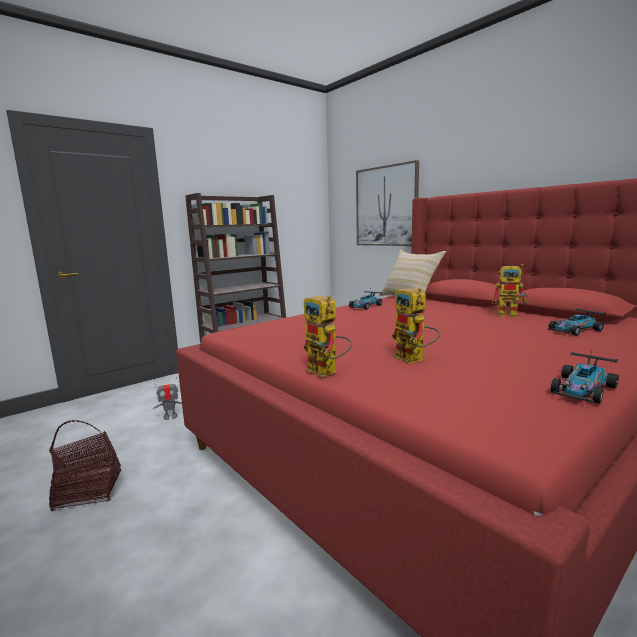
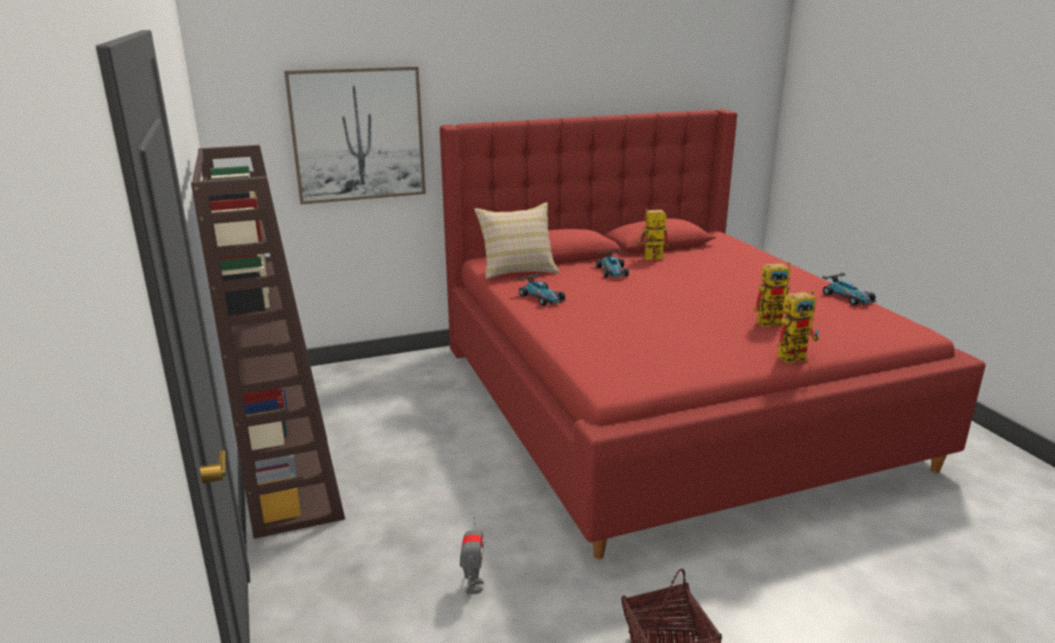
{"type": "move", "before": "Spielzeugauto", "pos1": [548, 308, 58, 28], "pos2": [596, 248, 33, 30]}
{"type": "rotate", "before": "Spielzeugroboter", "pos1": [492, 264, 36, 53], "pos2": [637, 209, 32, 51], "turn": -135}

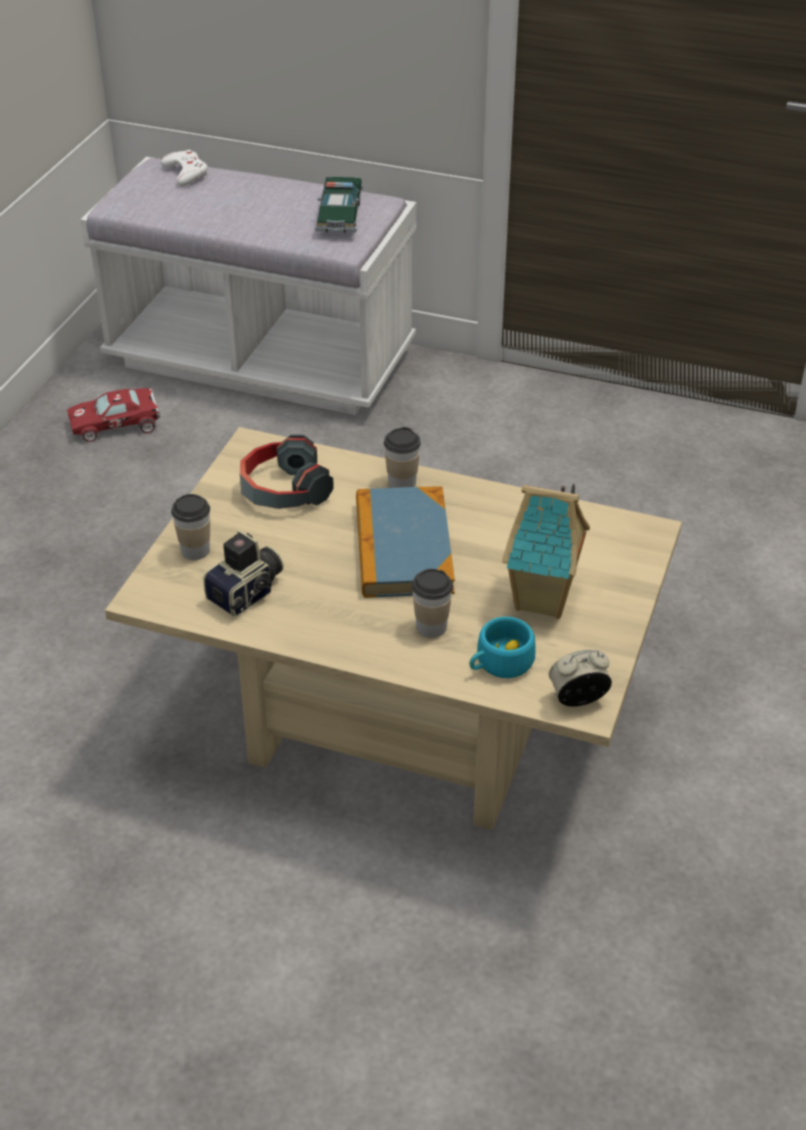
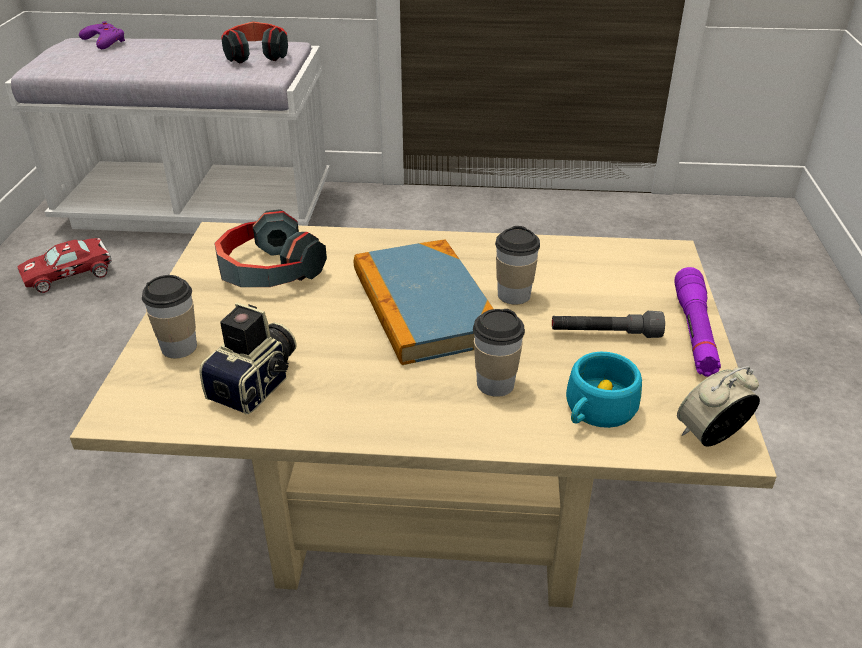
{"type": "recolor", "before": "Gamepad (weiß)", "after": "Gamepad (lila)", "pos1": [161, 150, 46, 36], "pos2": [79, 21, 46, 28]}
{"type": "replace", "before": "Spielzeugauto", "after": "Kopfhörer", "pos1": [315, 177, 49, 56], "pos2": [221, 21, 67, 43]}
{"type": "move", "before": "Tasse", "pos1": [384, 427, 37, 61], "pos2": [495, 226, 45, 78]}
{"type": "replace", "before": "Spielzeughaus", "after": "Taschenlampe (grau)", "pos1": [502, 484, 88, 135], "pos2": [552, 311, 113, 27]}
{"type": "insert", "after": "Taschenlampe (lila)", "pos2": [674, 267, 47, 110]}

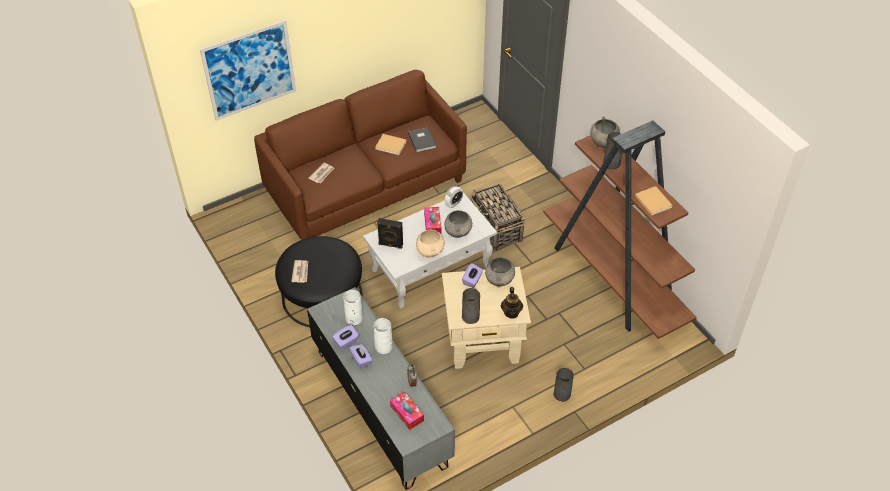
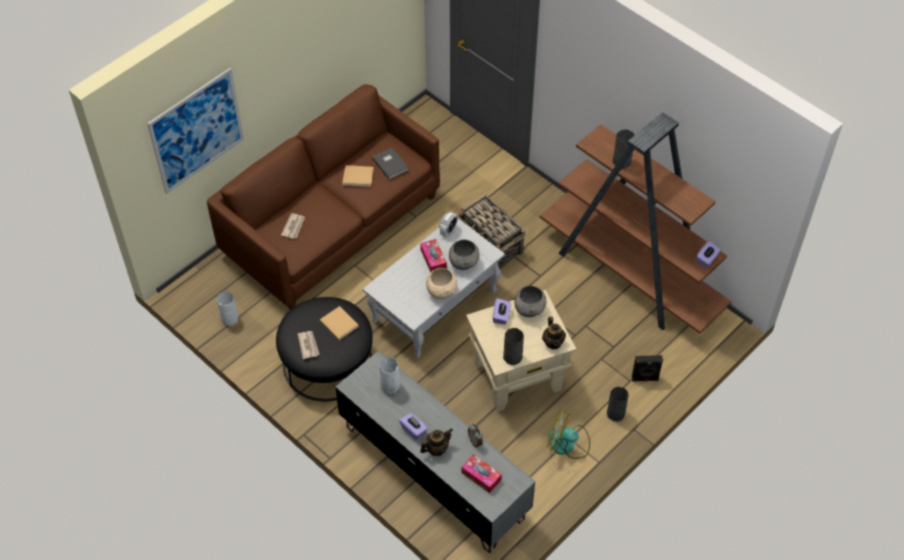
{"type": "move", "before": "Vase (weiß)", "pos1": [373, 318, 20, 36], "pos2": [217, 292, 22, 34]}
{"type": "move", "before": "Buch (beige)", "pos1": [635, 186, 37, 30], "pos2": [320, 306, 39, 34]}
{"type": "insert", "after": "Teekanne", "pos2": [420, 428, 33, 28]}
{"type": "insert", "after": "Ventilator", "pos2": [546, 410, 44, 49]}
{"type": "move", "before": "Lautsprecher (schwarz)", "pos1": [377, 218, 26, 31], "pos2": [632, 355, 31, 27]}
{"type": "move", "before": "Taschentuchbox (lila)", "pos1": [332, 325, 27, 24], "pos2": [696, 241, 24, 27]}
{"type": "delete", "before": "Schüssel (grau)", "pos1": [590, 116, 30, 32]}

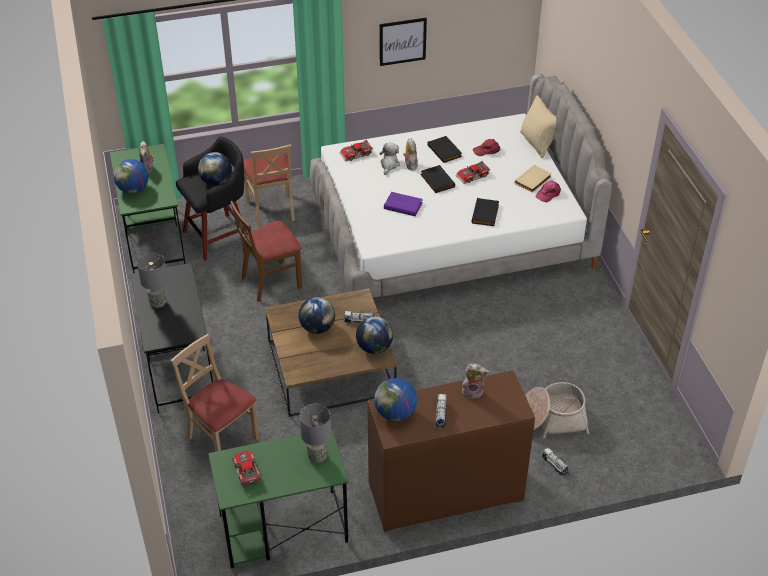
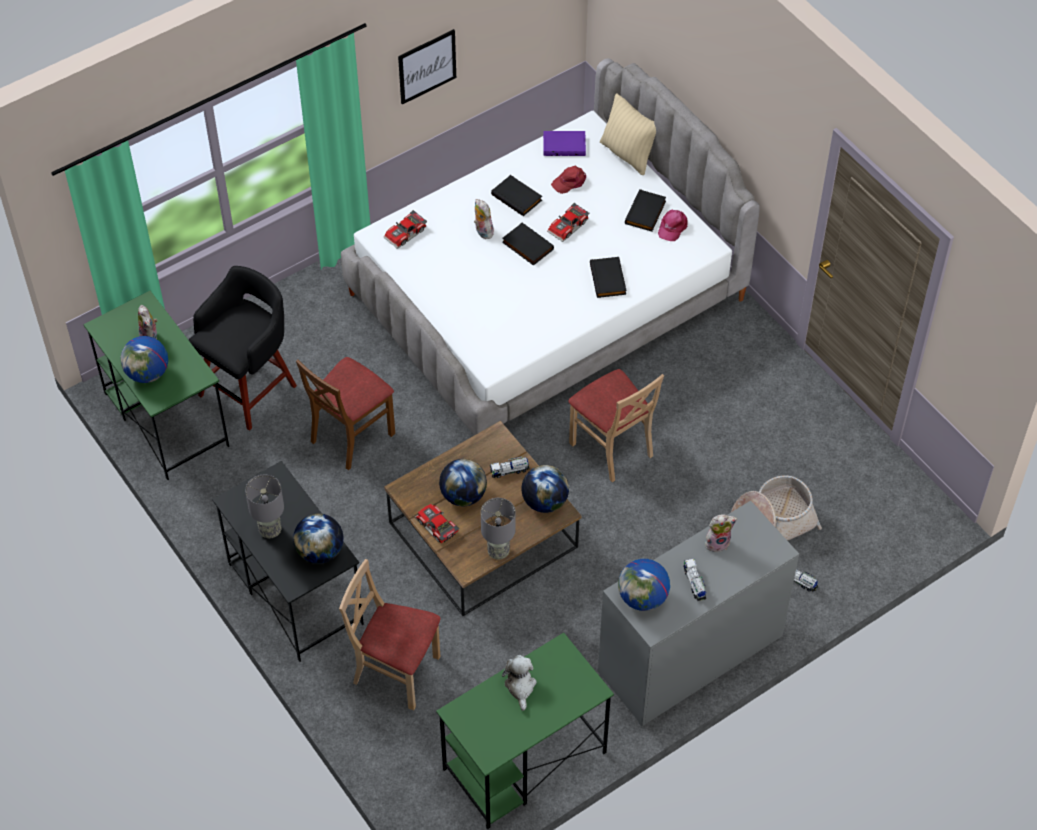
{"type": "move", "before": "Globus", "pos1": [198, 152, 34, 34], "pos2": [293, 513, 51, 51]}
{"type": "move", "before": "Spielzeugauto", "pos1": [232, 450, 29, 35], "pos2": [415, 504, 44, 39]}
{"type": "move", "before": "Tischlampe (grau)", "pos1": [299, 404, 32, 59], "pos2": [481, 498, 35, 61]}
{"type": "move", "before": "Plüschtier", "pos1": [379, 143, 21, 32], "pos2": [502, 655, 35, 56]}
{"type": "move", "before": "Buch (lila)", "pos1": [384, 192, 39, 25], "pos2": [543, 131, 43, 25]}
{"type": "move", "before": "Stuhl (beige)", "pos1": [243, 144, 52, 84], "pos2": [568, 369, 96, 113]}
{"type": "recolor", "before": "Kommode (braun)", "after": "Kommode (grau)", "pos1": [367, 370, 168, 162], "pos2": [598, 501, 201, 225]}
{"type": "recolor", "before": "Buch (beige)", "after": "Buch (schwarz)", "pos1": [514, 164, 38, 29], "pos2": [625, 189, 41, 42]}

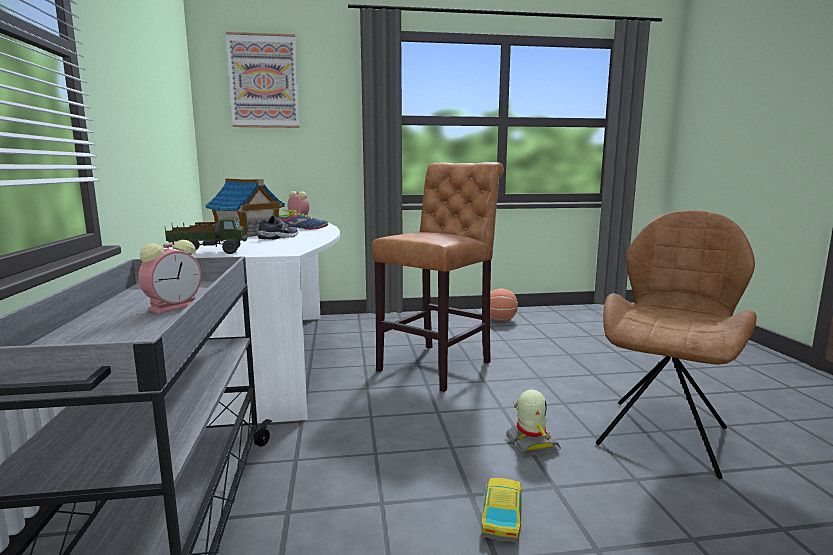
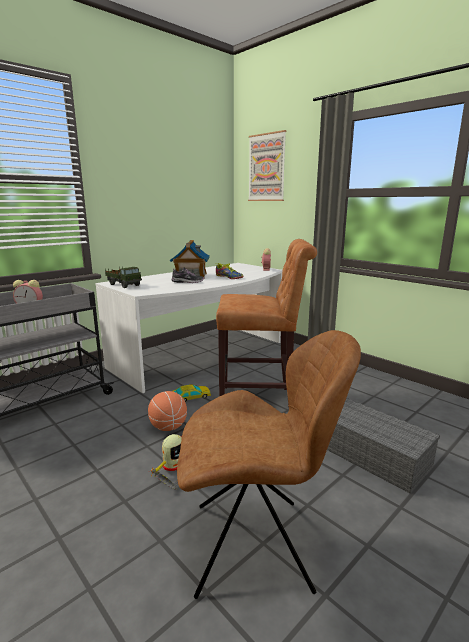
{"type": "move", "before": "Basketball", "pos1": [490, 289, 28, 32], "pos2": [148, 391, 39, 40]}
{"type": "move", "before": "Spielzeugauto", "pos1": [481, 478, 41, 64], "pos2": [173, 384, 38, 18]}
{"type": "insert", "after": "Aufbewahrungsbox (grau)", "pos2": [327, 398, 113, 95]}

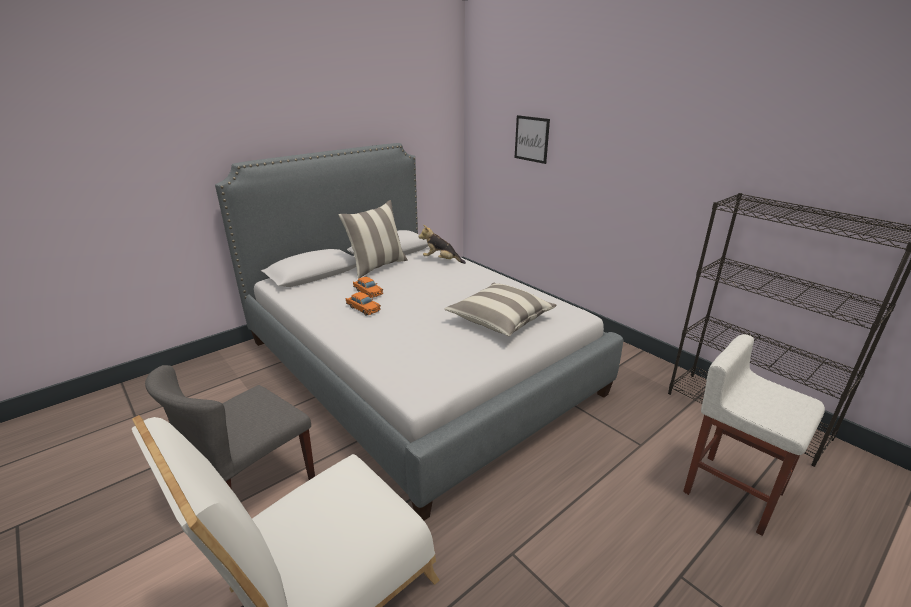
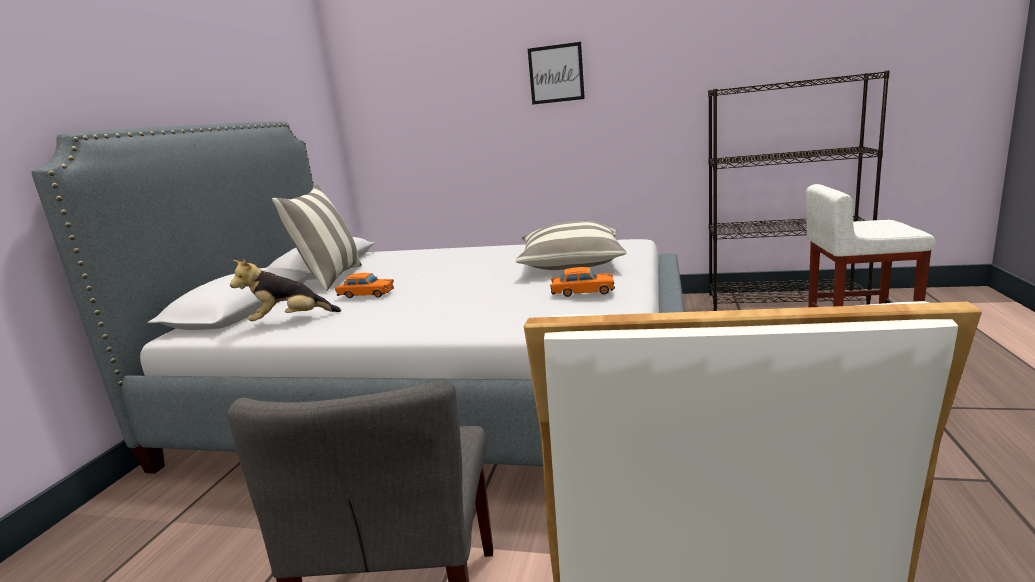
{"type": "move", "before": "Plüschtier", "pos1": [418, 225, 48, 39], "pos2": [230, 259, 111, 62]}
{"type": "move", "before": "Bild", "pos1": [515, 115, 35, 49], "pos2": [528, 42, 57, 63]}
{"type": "move", "before": "Spielzeugauto (orange)", "pos1": [346, 292, 35, 24], "pos2": [550, 267, 65, 30]}

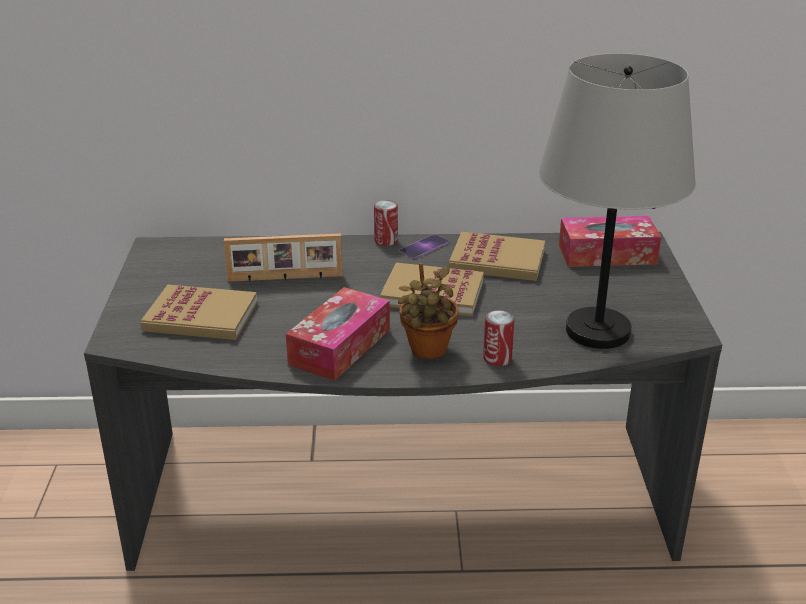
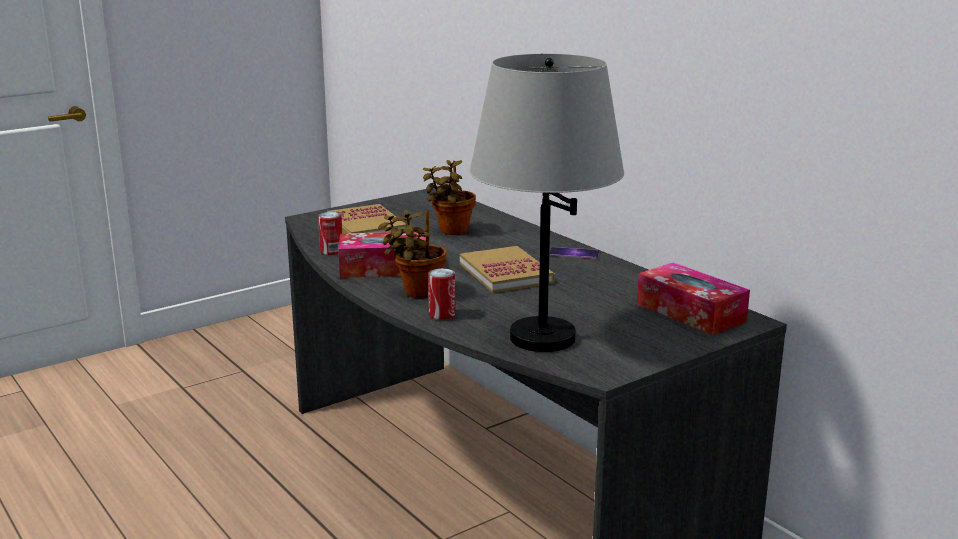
{"type": "move", "before": "Dose", "pos1": [374, 200, 24, 46], "pos2": [318, 212, 24, 43]}
{"type": "replace", "before": "Bilderrahmen", "after": "Topfpflanze", "pos1": [224, 233, 119, 49], "pos2": [423, 160, 53, 75]}
{"type": "delete", "before": "Buch", "pos1": [449, 232, 96, 49]}

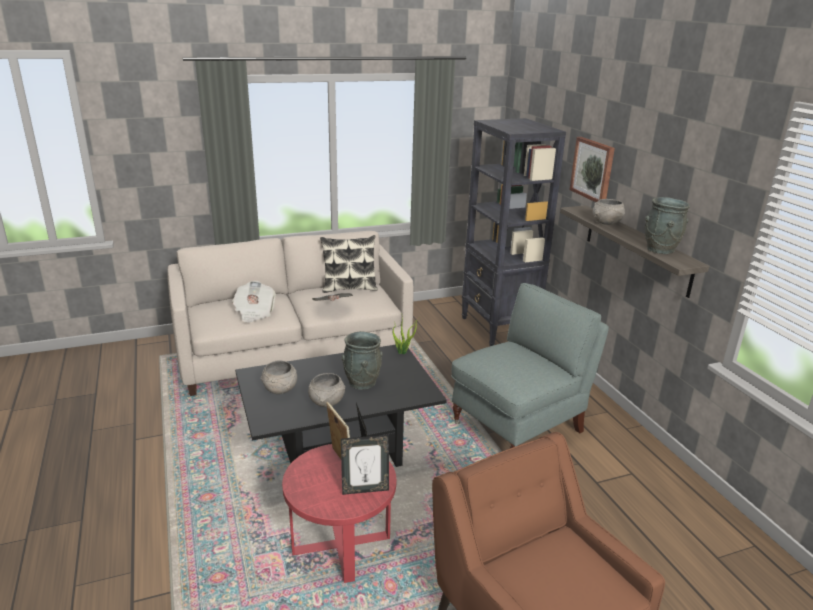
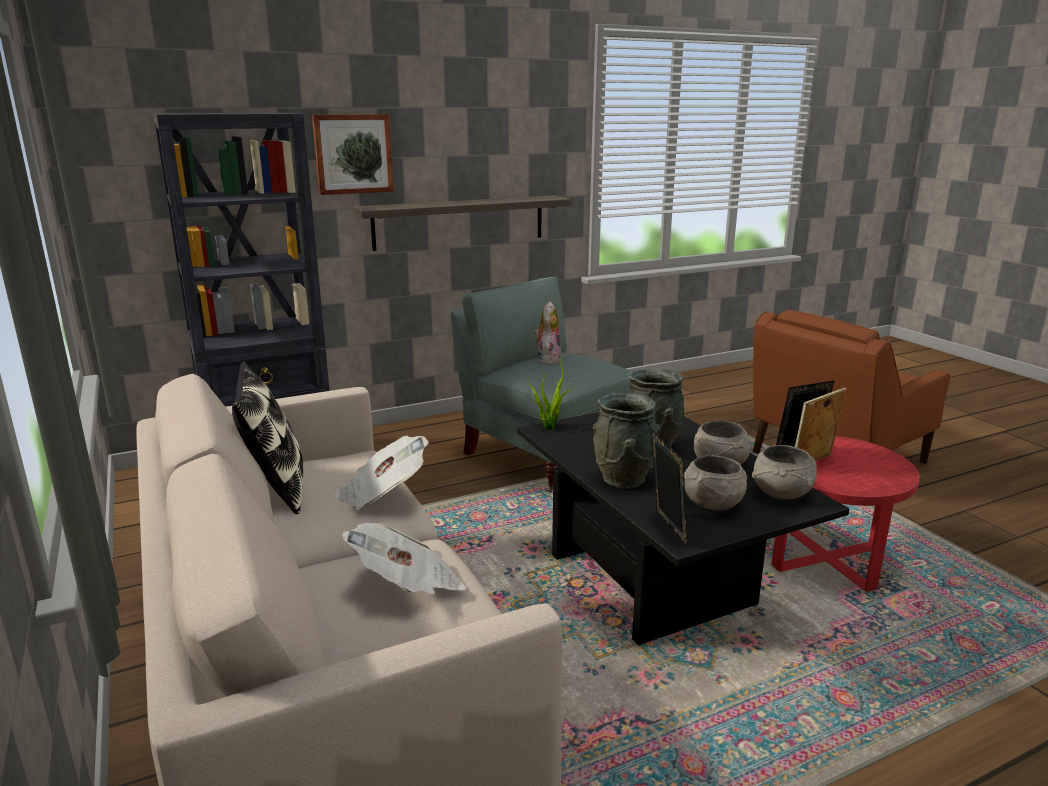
{"type": "insert", "after": "Plüschtier", "pos2": [533, 302, 28, 63]}
{"type": "move", "before": "Vase (grau)", "pos1": [645, 197, 45, 57], "pos2": [593, 393, 68, 96]}
{"type": "move", "before": "Bilderrahmen", "pos1": [341, 435, 48, 60], "pos2": [652, 430, 36, 118]}
{"type": "move", "before": "Schüssel (grau)", "pos1": [593, 199, 32, 26], "pos2": [752, 445, 65, 54]}

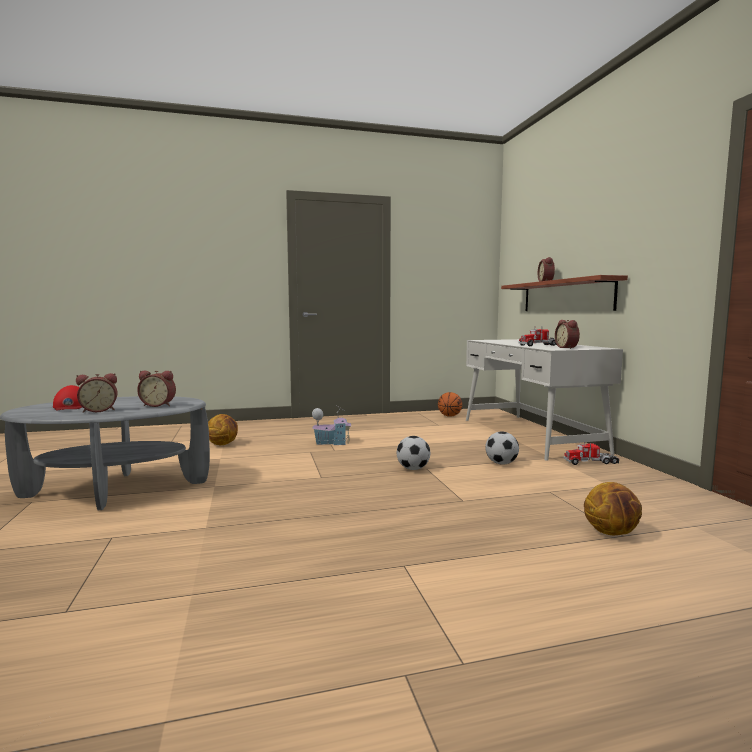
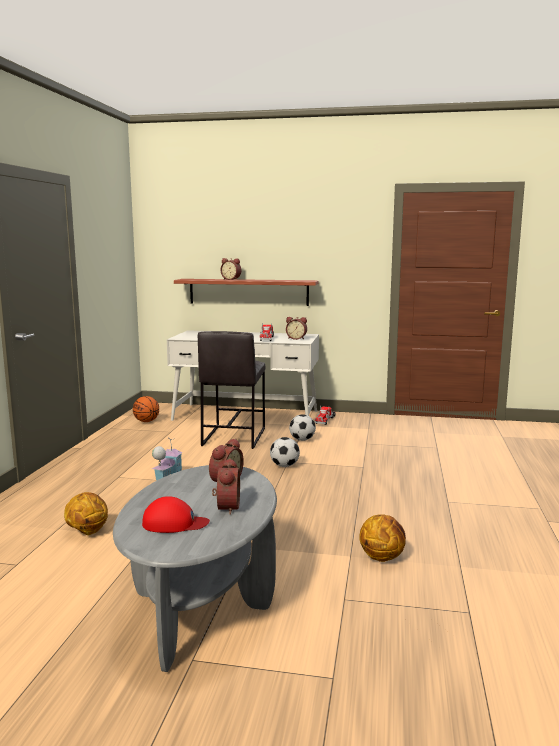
{"type": "insert", "after": "Hocker (grau)", "pos2": [198, 331, 67, 118]}
{"type": "move", "before": "Basketball", "pos1": [584, 482, 58, 53], "pos2": [359, 514, 47, 48]}

